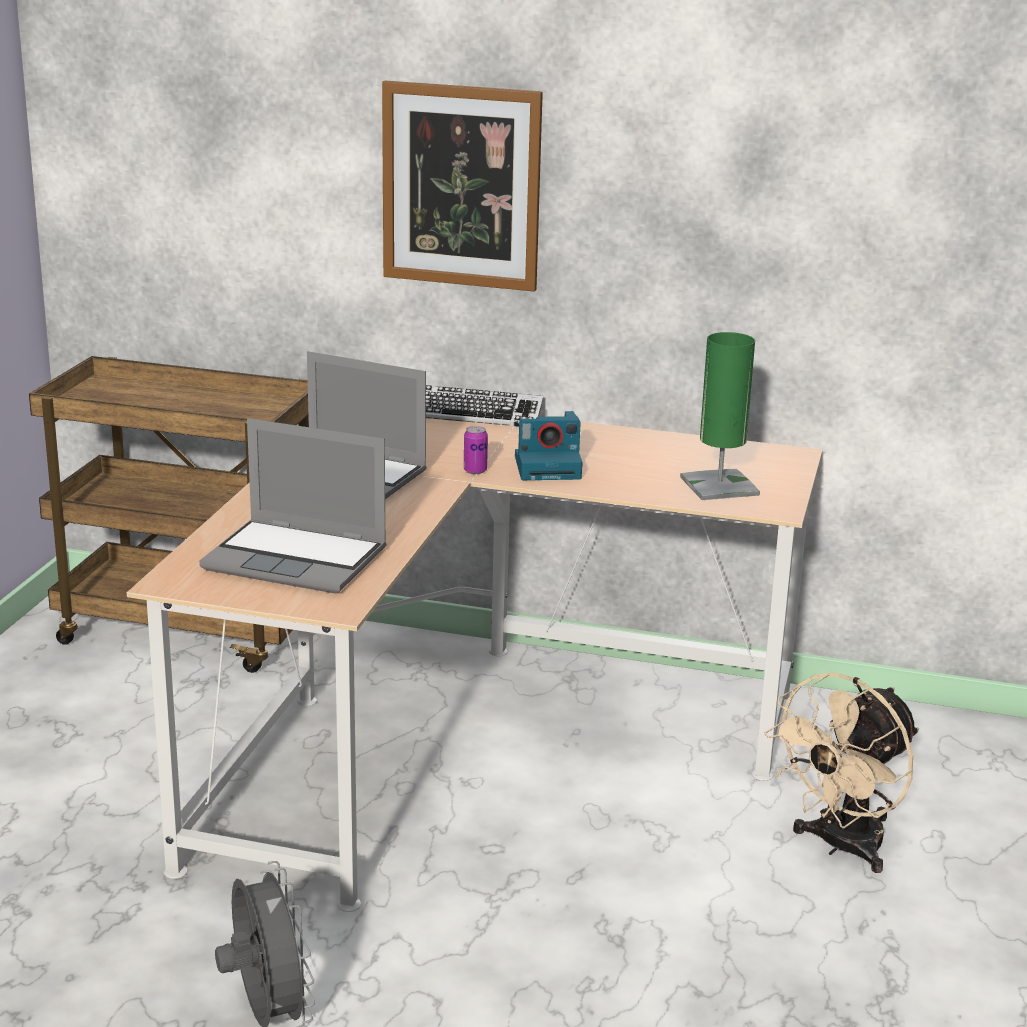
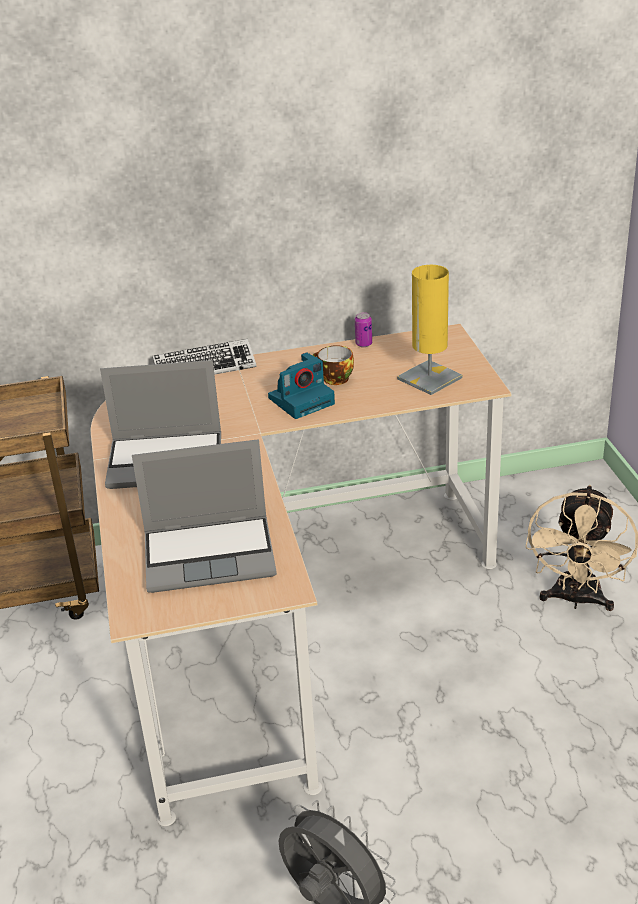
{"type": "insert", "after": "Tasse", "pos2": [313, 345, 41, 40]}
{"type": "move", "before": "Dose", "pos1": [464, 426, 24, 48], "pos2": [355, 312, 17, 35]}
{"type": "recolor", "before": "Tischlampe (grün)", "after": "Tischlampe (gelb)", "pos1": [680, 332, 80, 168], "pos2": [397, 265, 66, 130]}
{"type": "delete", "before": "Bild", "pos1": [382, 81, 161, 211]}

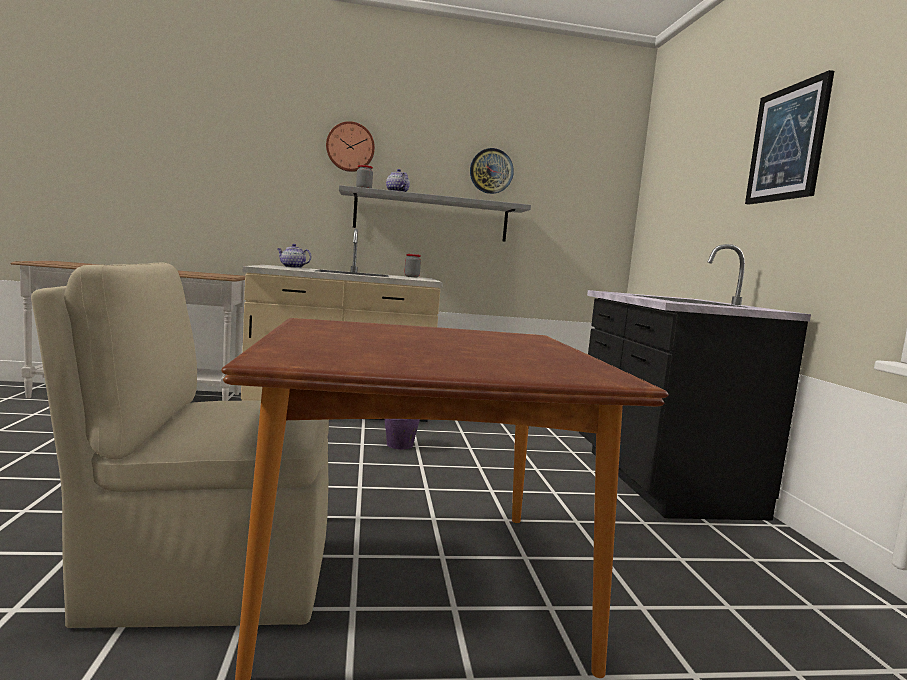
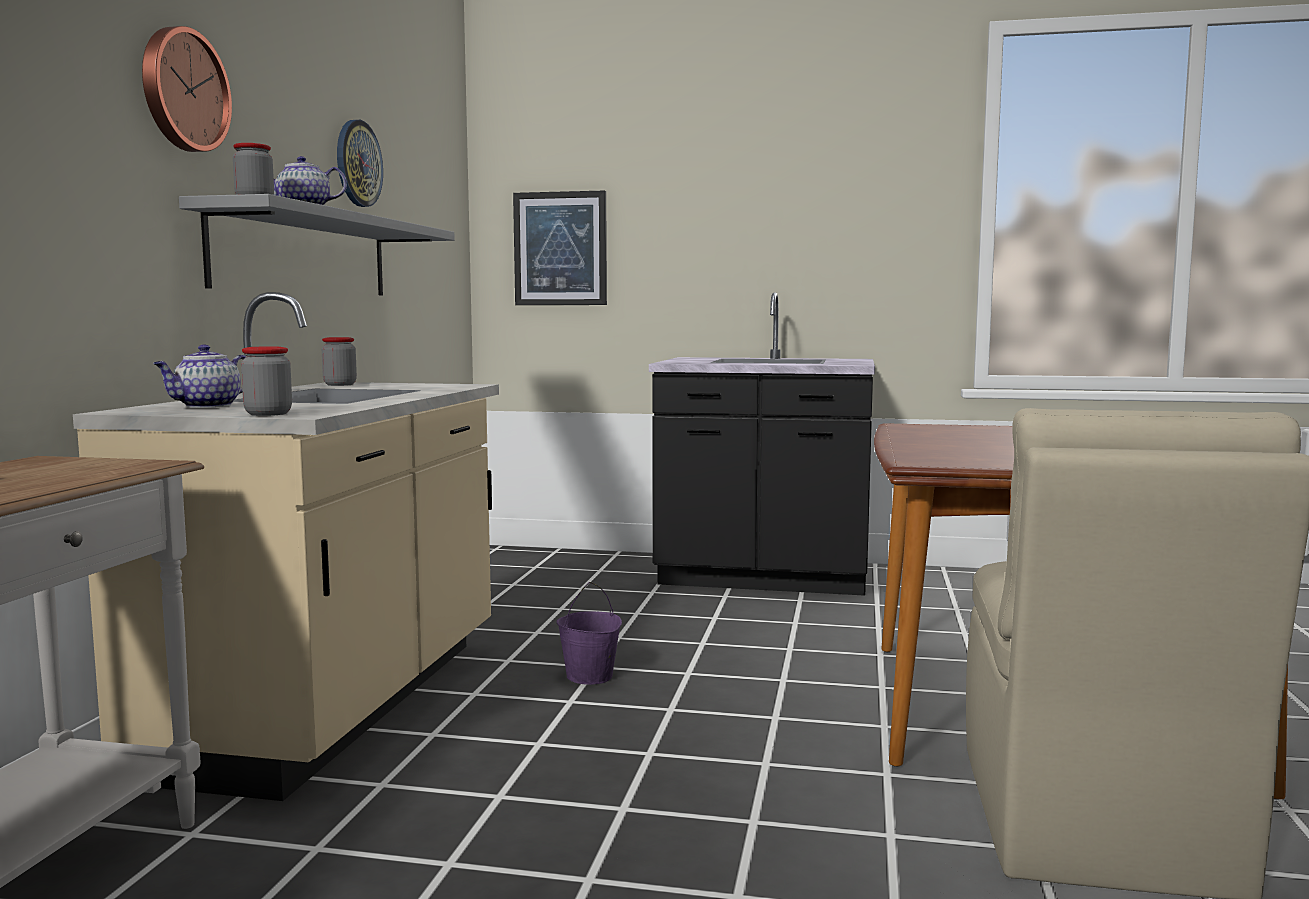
{"type": "insert", "after": "Vorratsglas", "pos2": [241, 346, 51, 70]}
{"type": "move", "before": "Bild", "pos1": [745, 70, 89, 135], "pos2": [513, 190, 94, 115]}

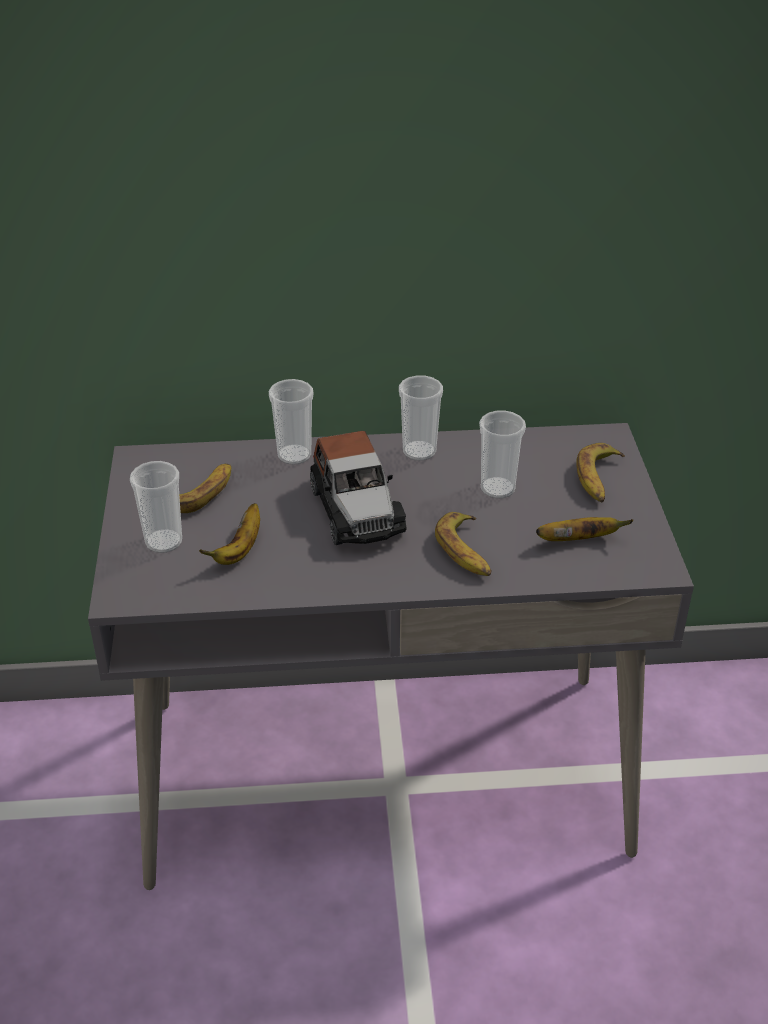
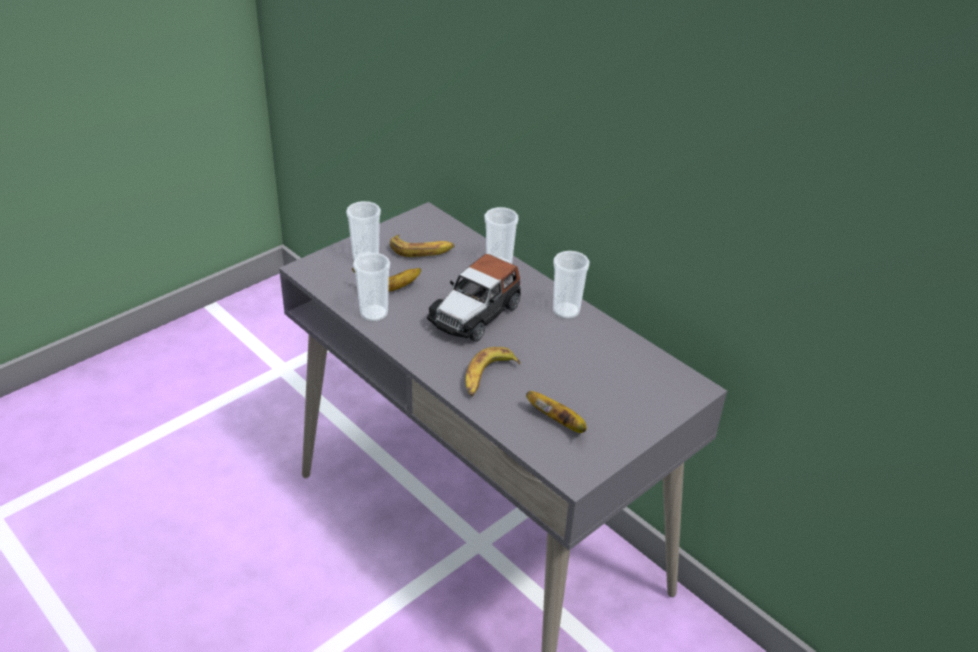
{"type": "move", "before": "Tasse", "pos1": [479, 411, 47, 87], "pos2": [353, 252, 37, 70]}
{"type": "delete", "before": "Banane", "pos1": [576, 443, 49, 60]}

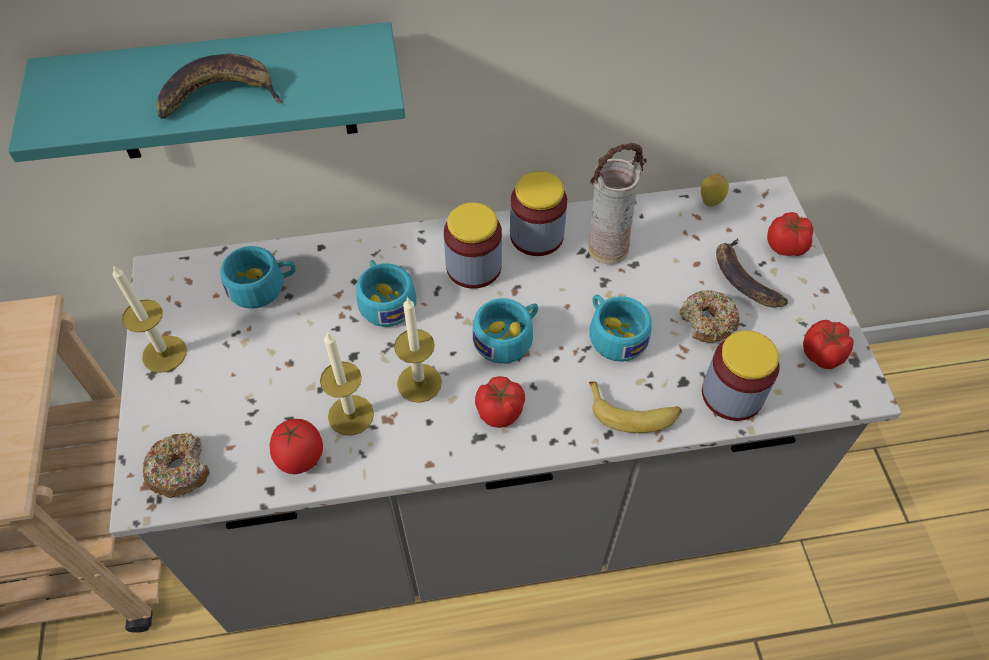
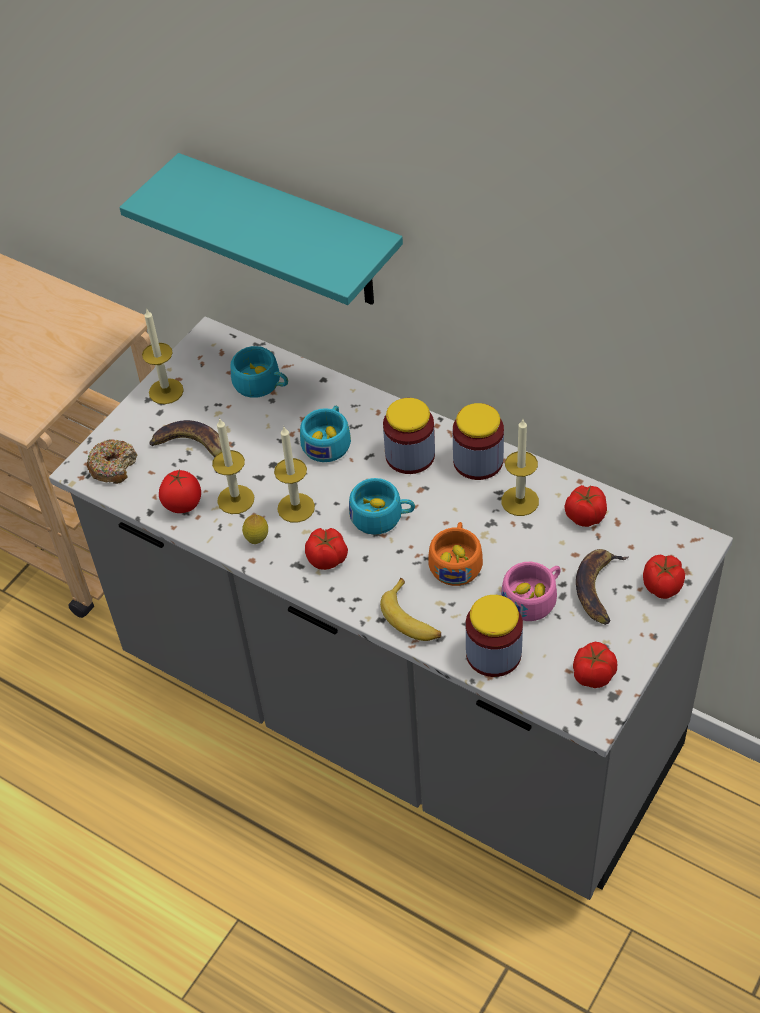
{"type": "move", "before": "Banane", "pos1": [157, 54, 126, 65], "pos2": [149, 420, 73, 53]}
{"type": "move", "before": "Zitrone", "pos1": [701, 173, 28, 34], "pos2": [242, 515, 26, 29]}
{"type": "recolor", "before": "Tasse (türkis)", "after": "Tasse (orange)", "pos1": [589, 295, 63, 67], "pos2": [429, 522, 54, 64]}
{"type": "replace", "before": "Vase", "after": "Kerze", "pos1": [588, 142, 59, 123], "pos2": [501, 419, 38, 97]}
{"type": "replace", "before": "Donut", "after": "Tasse (rosa)", "pos1": [680, 290, 60, 53], "pos2": [501, 562, 60, 59]}
{"type": "insert", "after": "Tomate", "pos2": [564, 485, 43, 42]}

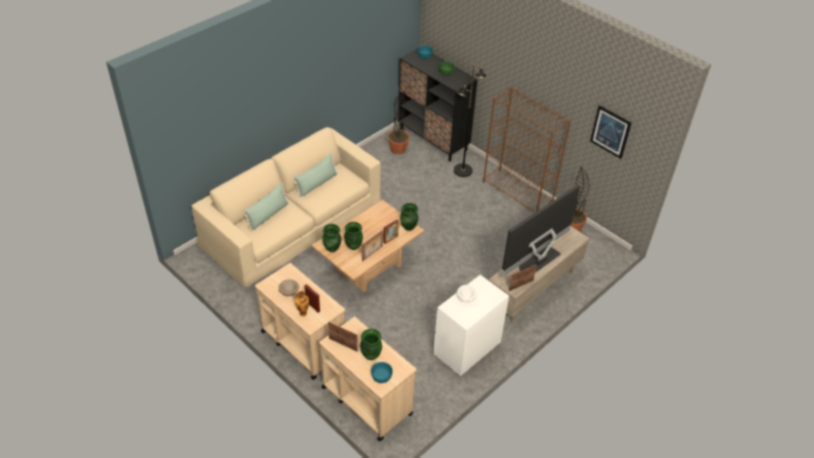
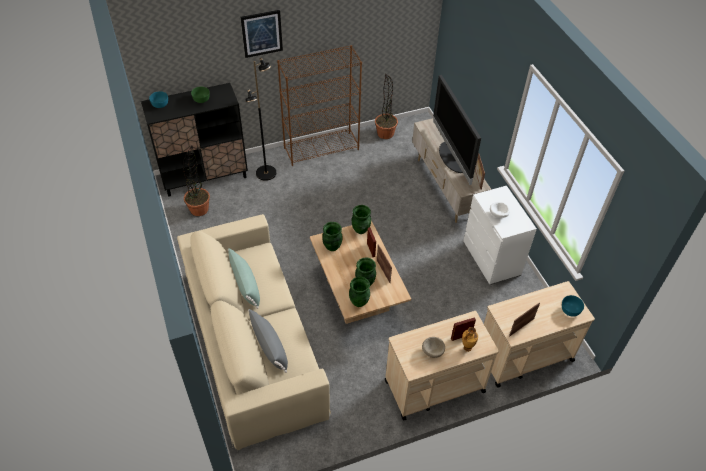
{"type": "move", "before": "Bild", "pos1": [590, 105, 42, 54], "pos2": [240, 10, 43, 48]}
{"type": "recolor", "before": "Kissen (grün)", "after": "Kissen (grau)", "pos1": [243, 183, 46, 48], "pos2": [248, 309, 40, 64]}
{"type": "move", "before": "Vase (grün)", "pos1": [360, 328, 22, 32], "pos2": [322, 222, 21, 29]}

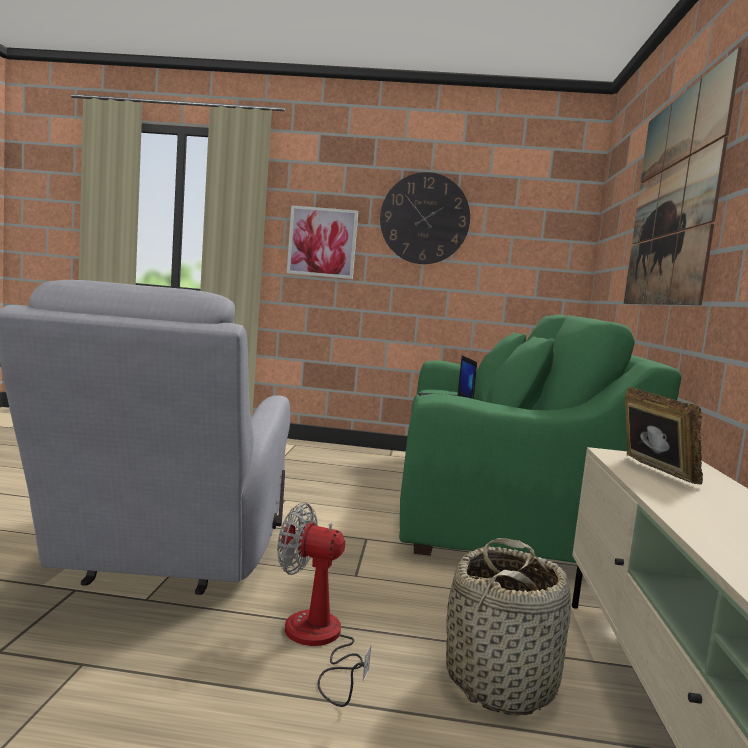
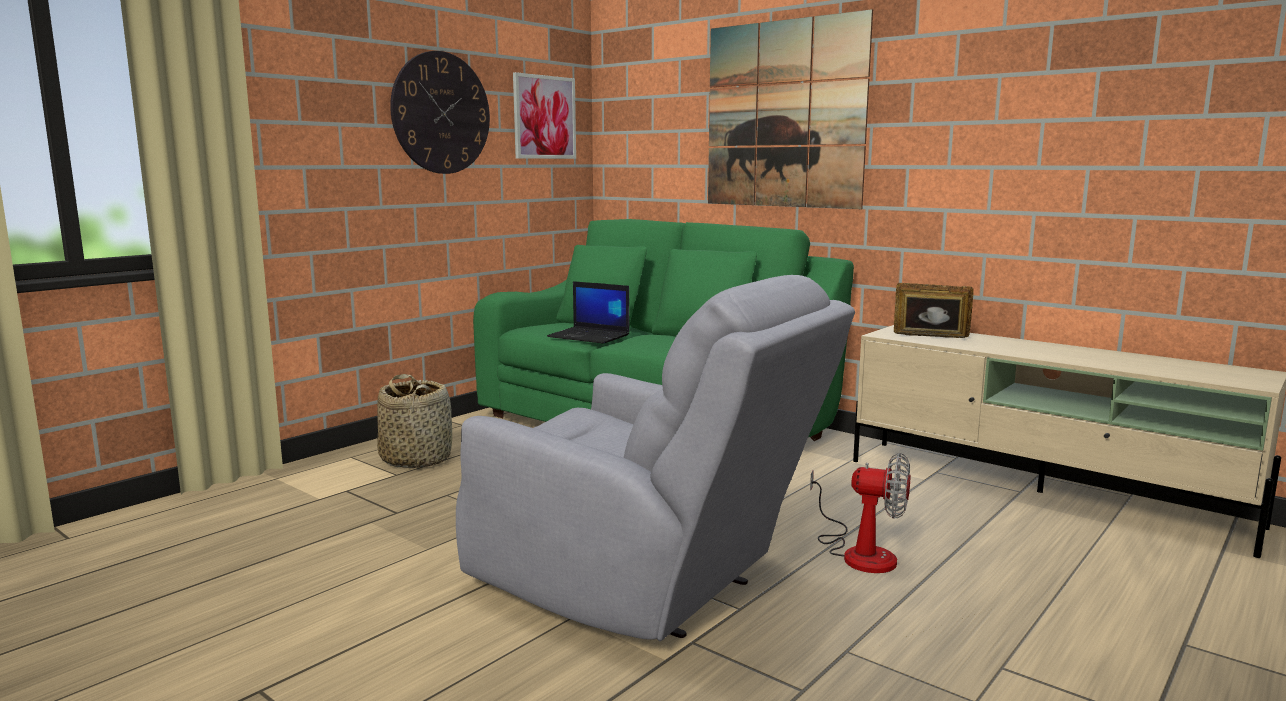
{"type": "move", "before": "Korb", "pos1": [446, 538, 125, 178], "pos2": [377, 374, 75, 94]}
{"type": "move", "before": "Bild", "pos1": [287, 205, 71, 74], "pos2": [513, 72, 63, 87]}
{"type": "rotate", "before": "Ventilator", "pos1": [277, 503, 94, 204], "pos2": [810, 453, 100, 120], "turn": -120}

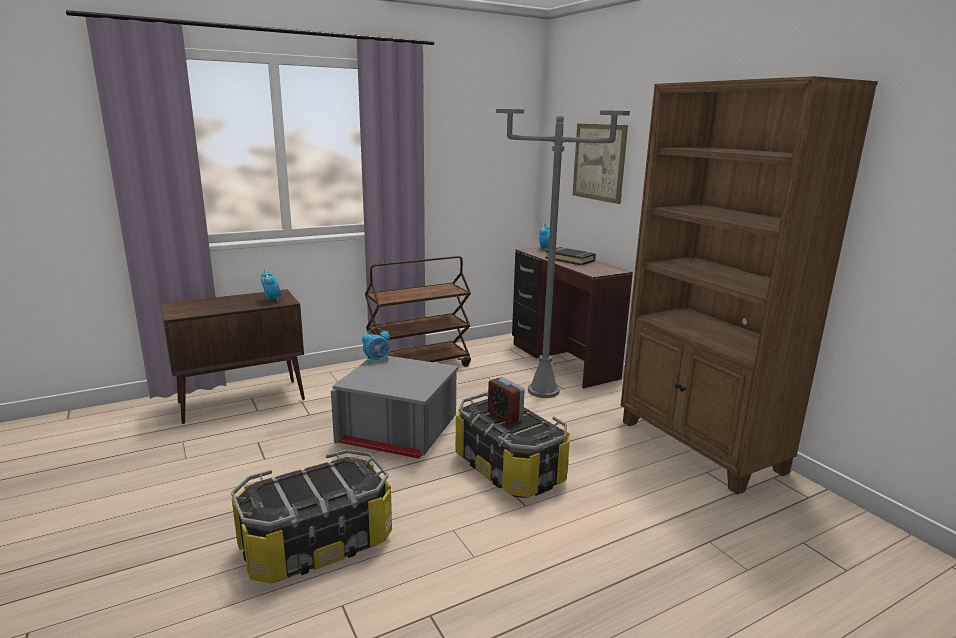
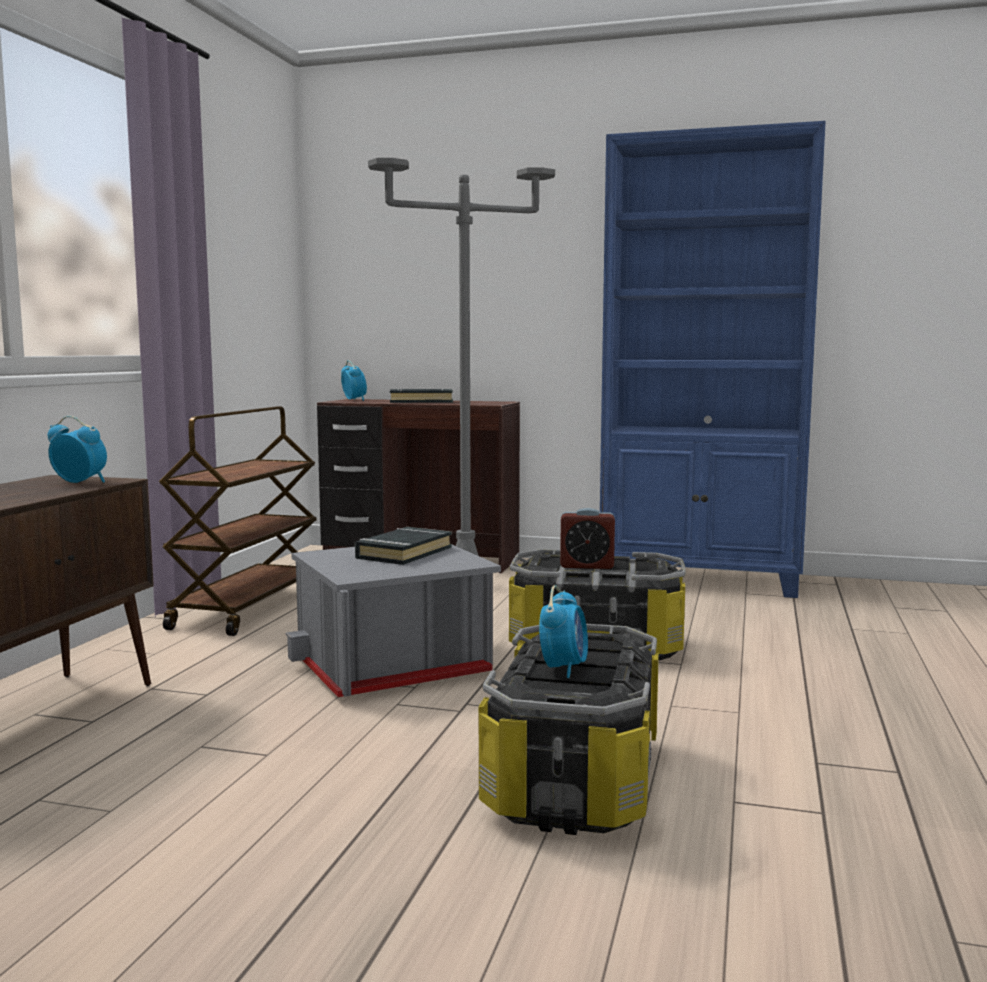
{"type": "insert", "after": "Buch (schwarz)", "pos2": [355, 527, 97, 38]}
{"type": "move", "before": "Wecker", "pos1": [362, 327, 28, 37], "pos2": [539, 585, 49, 93]}
{"type": "recolor", "before": "Bücherregal (braun)", "after": "Bücherregal (blau)", "pos1": [621, 76, 257, 419], "pos2": [600, 121, 226, 477]}
{"type": "delete", "before": "Bild", "pos1": [572, 124, 56, 80]}

